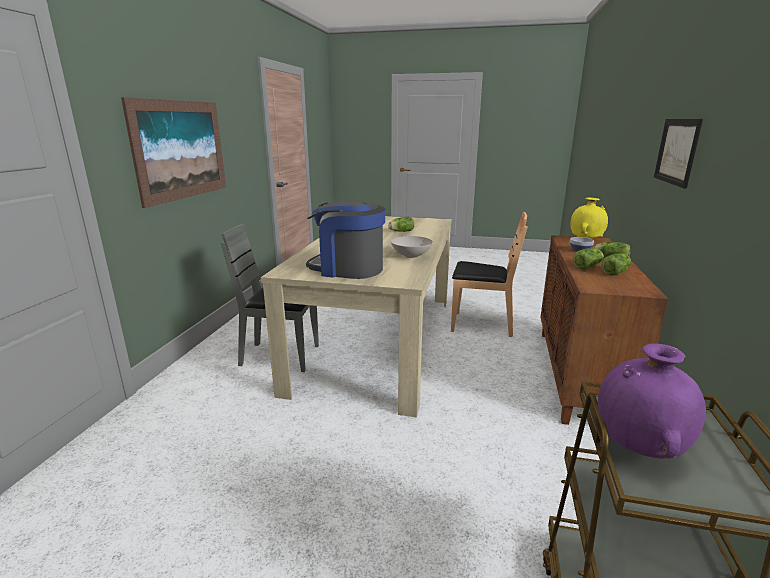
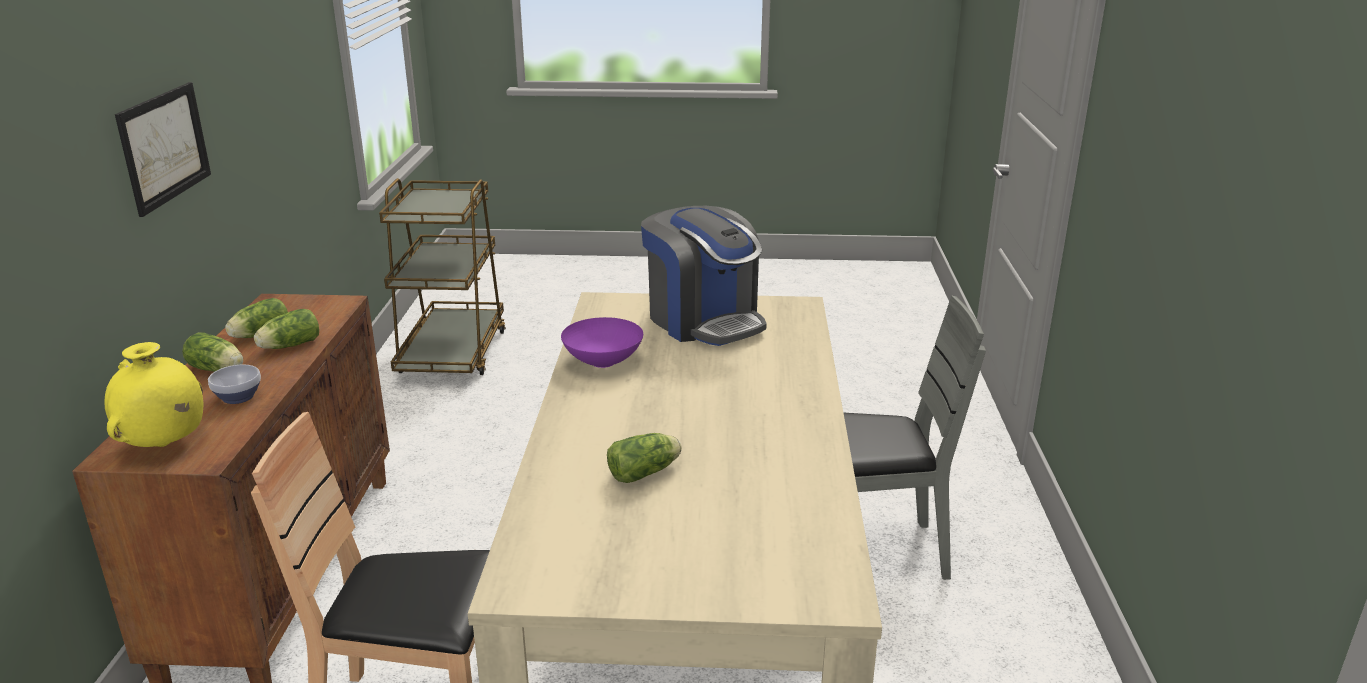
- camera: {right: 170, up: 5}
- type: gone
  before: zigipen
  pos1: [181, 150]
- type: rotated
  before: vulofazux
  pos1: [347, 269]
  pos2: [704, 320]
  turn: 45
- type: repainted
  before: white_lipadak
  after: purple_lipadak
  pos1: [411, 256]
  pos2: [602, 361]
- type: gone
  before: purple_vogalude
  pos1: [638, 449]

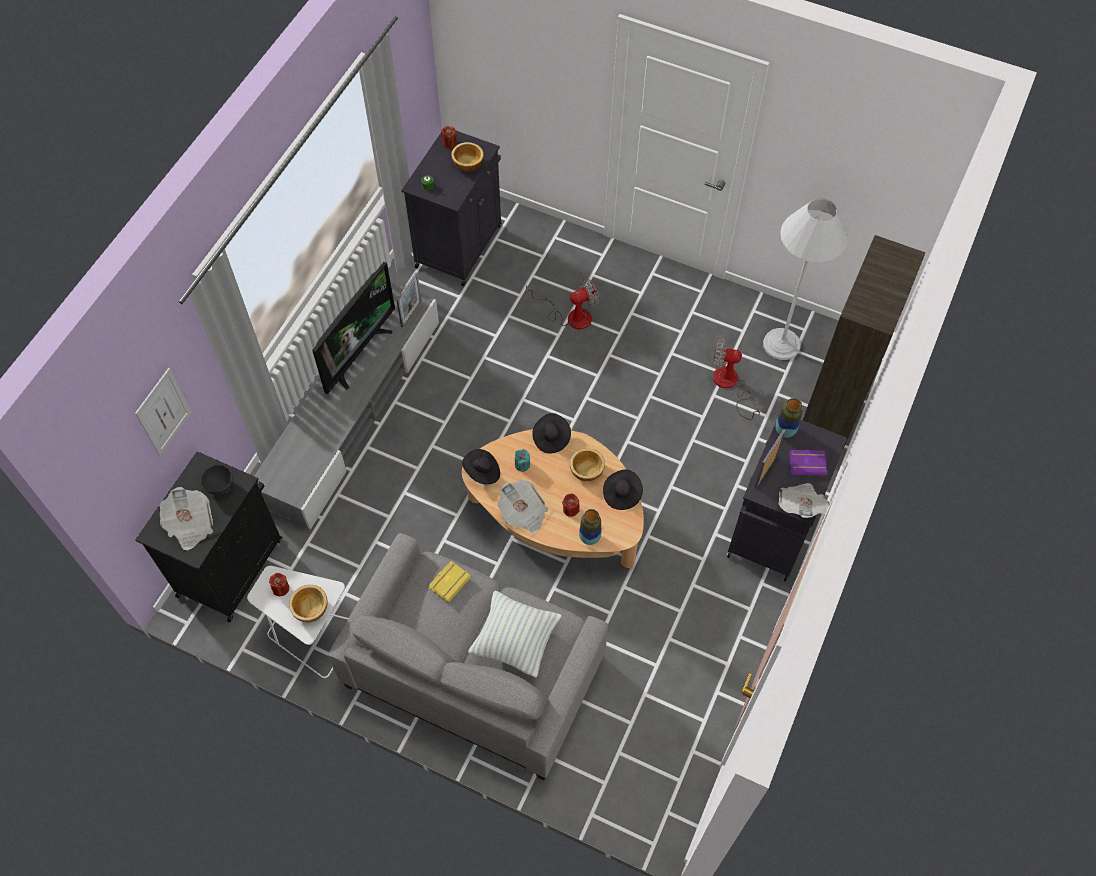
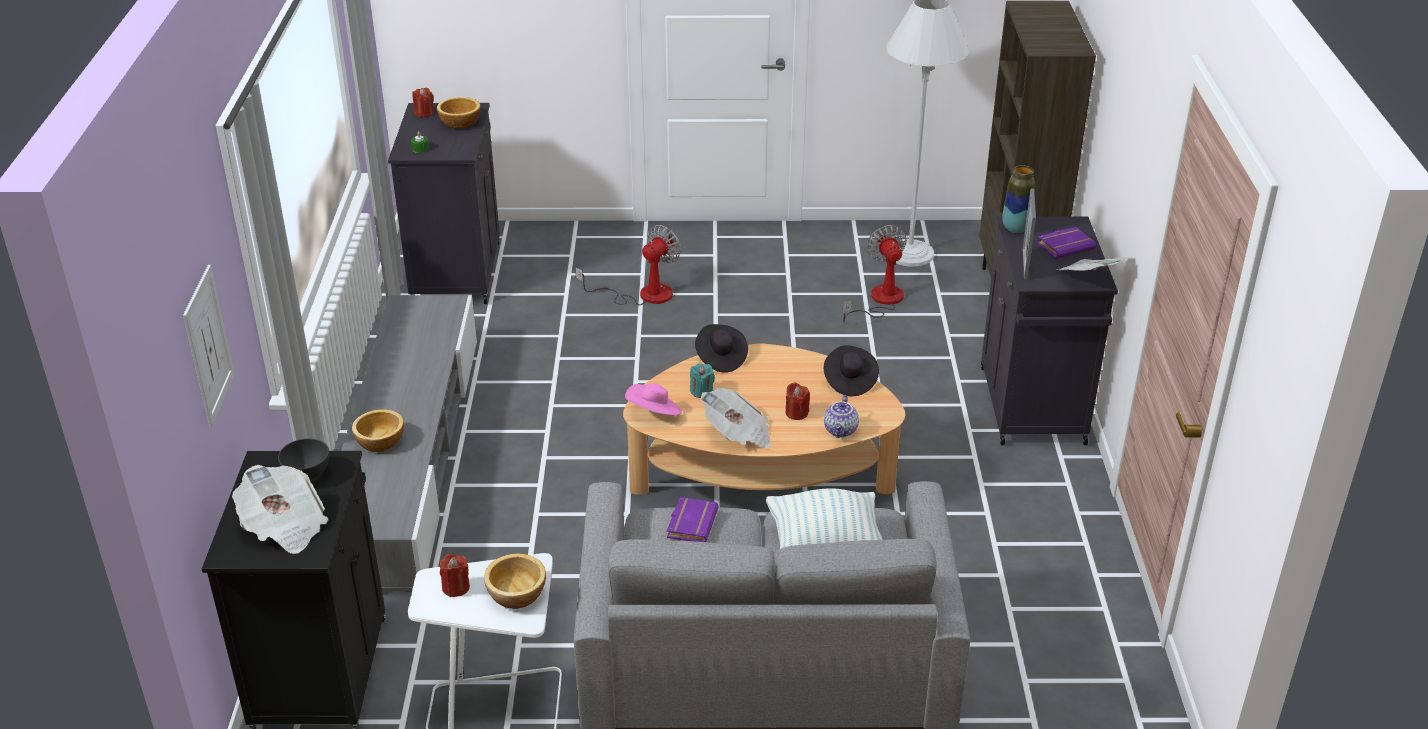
- camera: {right: -25, up: -25}
- type: gone
  before: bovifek
  pos1: [357, 354]
- type: gone
  before: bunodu
  pos1: [411, 313]
- type: repainted
  before: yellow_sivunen
  after: purple_sivunen
  pos1: [449, 581]
  pos2: [691, 523]
- type: repainted
  before: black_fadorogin
  after: pink_fadorogin
  pos1: [482, 472]
  pos2: [654, 413]
- type: shifted
  before: lipadak
  pos1: [586, 471]
  pos2: [380, 442]
- type: swapped
  before: vogalude
  after: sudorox
  pos1: [589, 537]
  pos2: [841, 431]
- type: rotated
  before: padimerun
  pos1: [730, 385]
  pos2: [879, 301]
  turn: 90

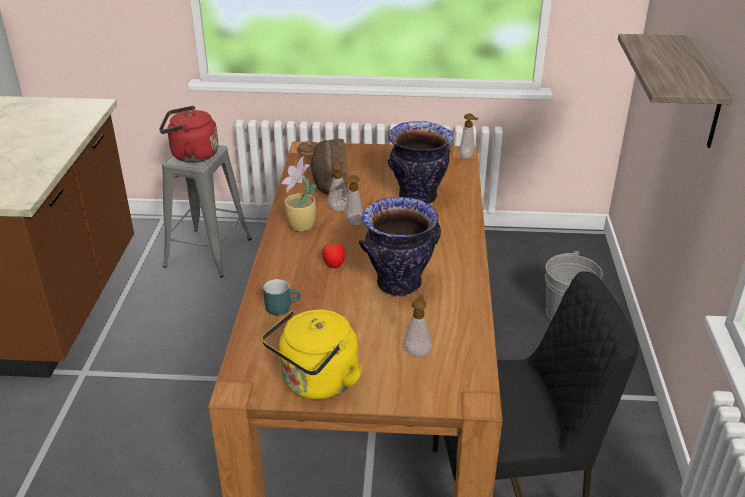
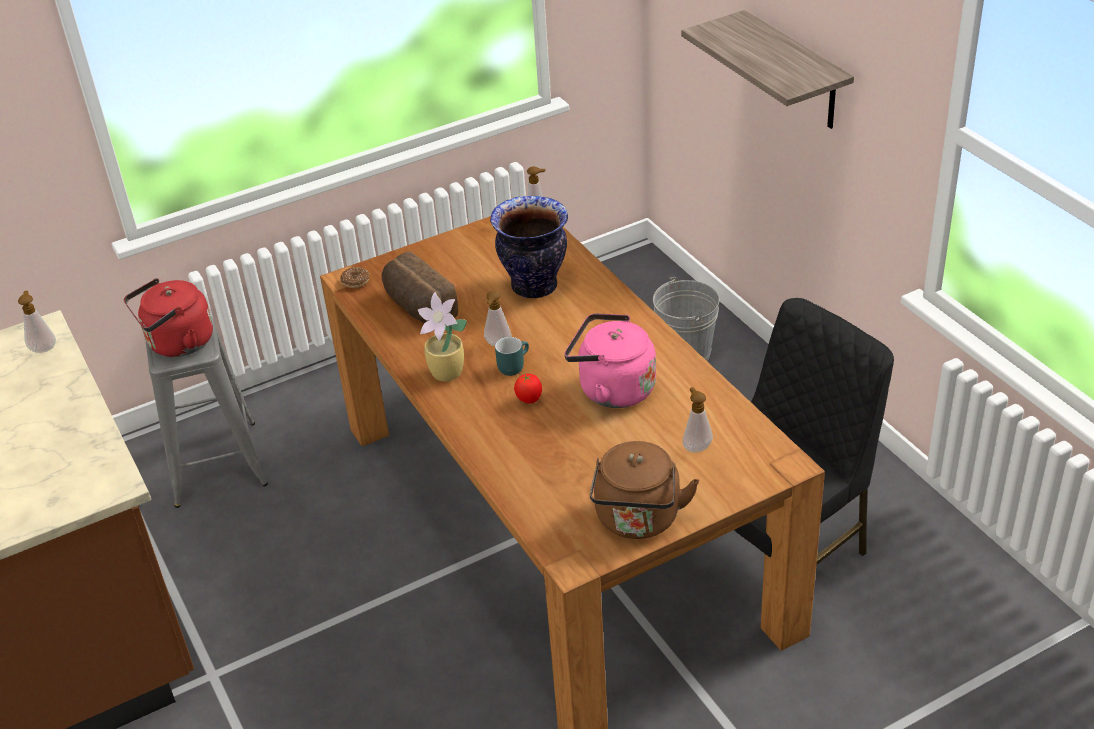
- camera: {right: -30, up: 5}
- type: repainted
  before: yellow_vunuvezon
  after: brown_vunuvezon
  pos1: [316, 383]
  pos2: [638, 520]
- type: shifted
  before: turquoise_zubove
  pos1: [282, 307]
  pos2: [512, 365]
- type: shifted
  before: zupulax
  pos1: [339, 208]
  pos2: [43, 348]
- type: swapped
  before: vogalude
  after: pink_vunuvezon
  pos1: [398, 283]
  pos2: [612, 389]

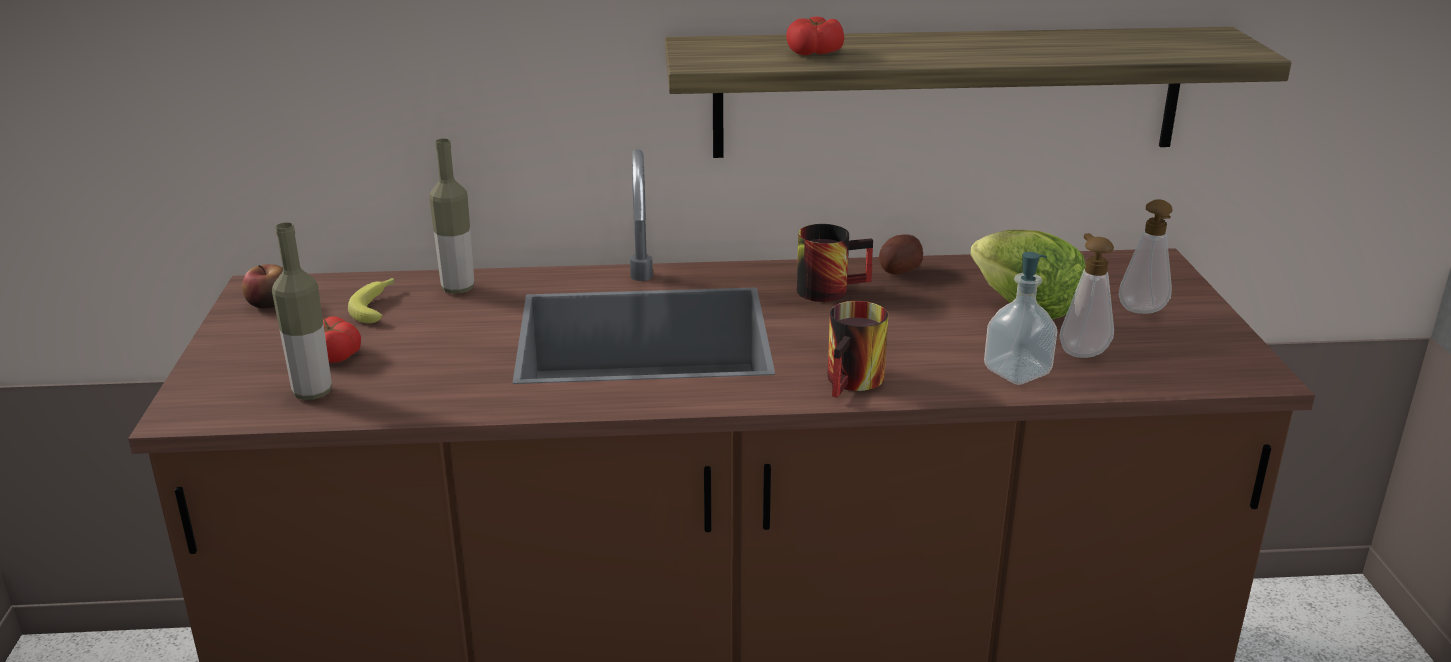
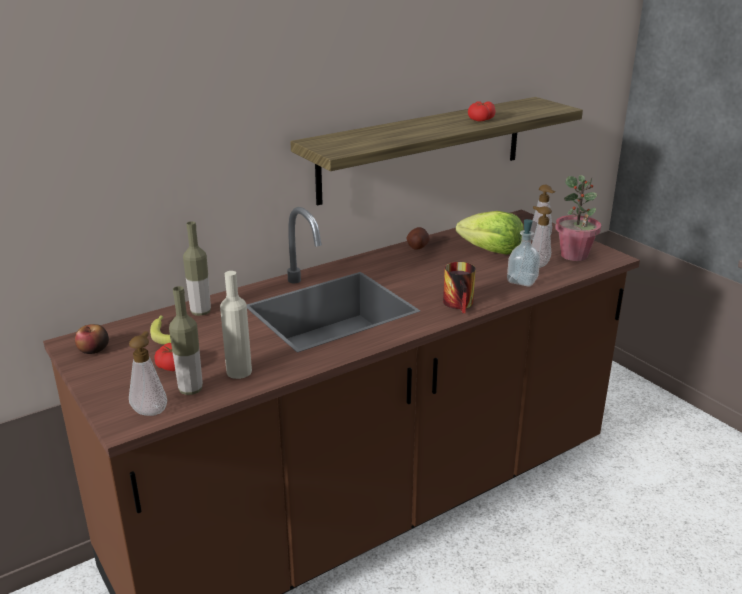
- camera: {right: -30, up: 0}
- type: shifted
  before: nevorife
  pos1: [815, 52]
  pos2: [481, 119]
- type: gone
  before: zubove
  pos1: [829, 288]
- type: new
  after: zupulax
  pos2: [151, 410]
- type: new
  after: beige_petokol
  pos2: [239, 371]
- type: new
  after: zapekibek
  pos2: [574, 255]

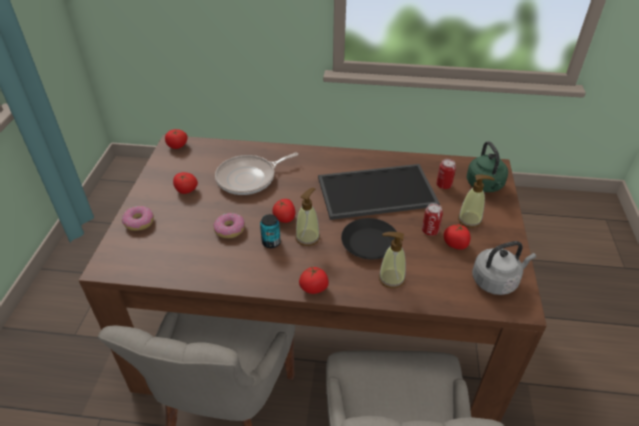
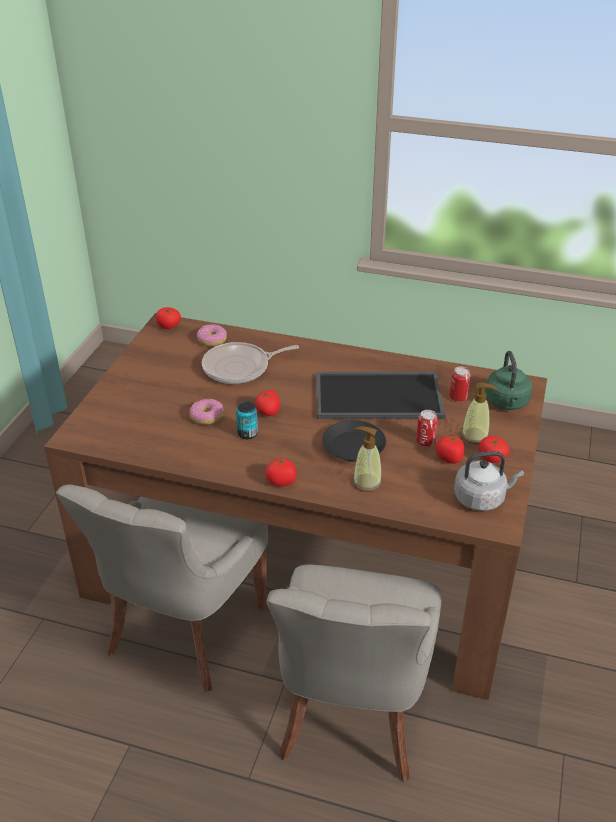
- camera: {right: 10, up: -5}
- type: shifted
  before: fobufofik
  pos1: [139, 222]
  pos2: [212, 340]
- type: shifted
  before: nevorife
  pos1: [186, 190]
  pos2: [491, 459]
- type: gone
  before: zupulax
  pos1: [307, 237]

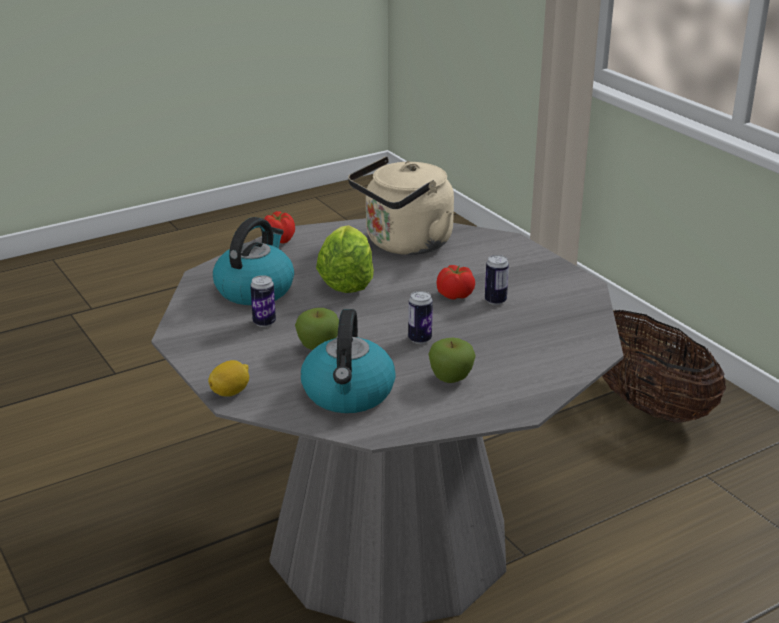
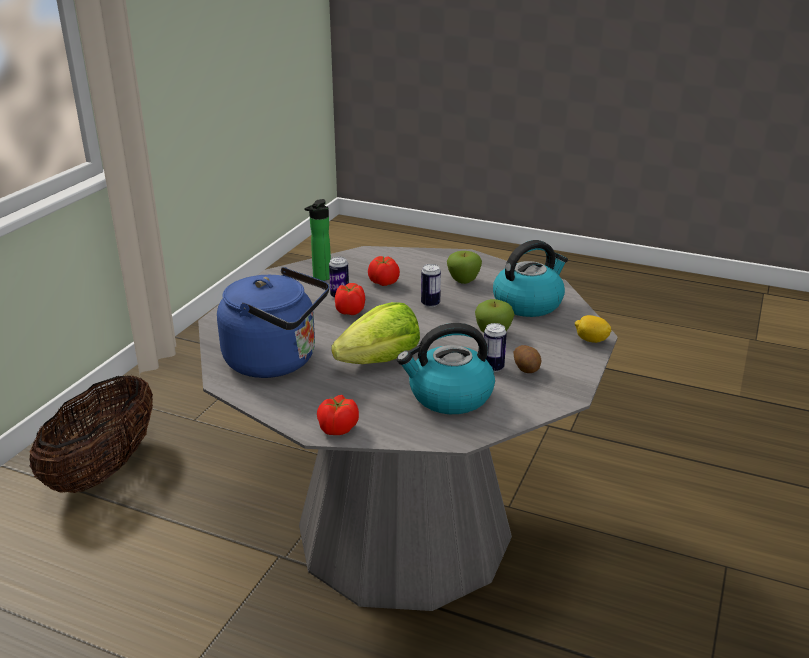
- camera: {right: -125, up: 0}
- type: repainted
  before: beige_vunuvezon
  after: blue_vunuvezon
  pos1: [404, 244]
  pos2: [277, 361]
- type: new
  after: petokol
  pos2: [320, 278]
- type: new
  after: nevorife
  pos2: [383, 283]
- type: new
  after: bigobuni
  pos2: [527, 368]

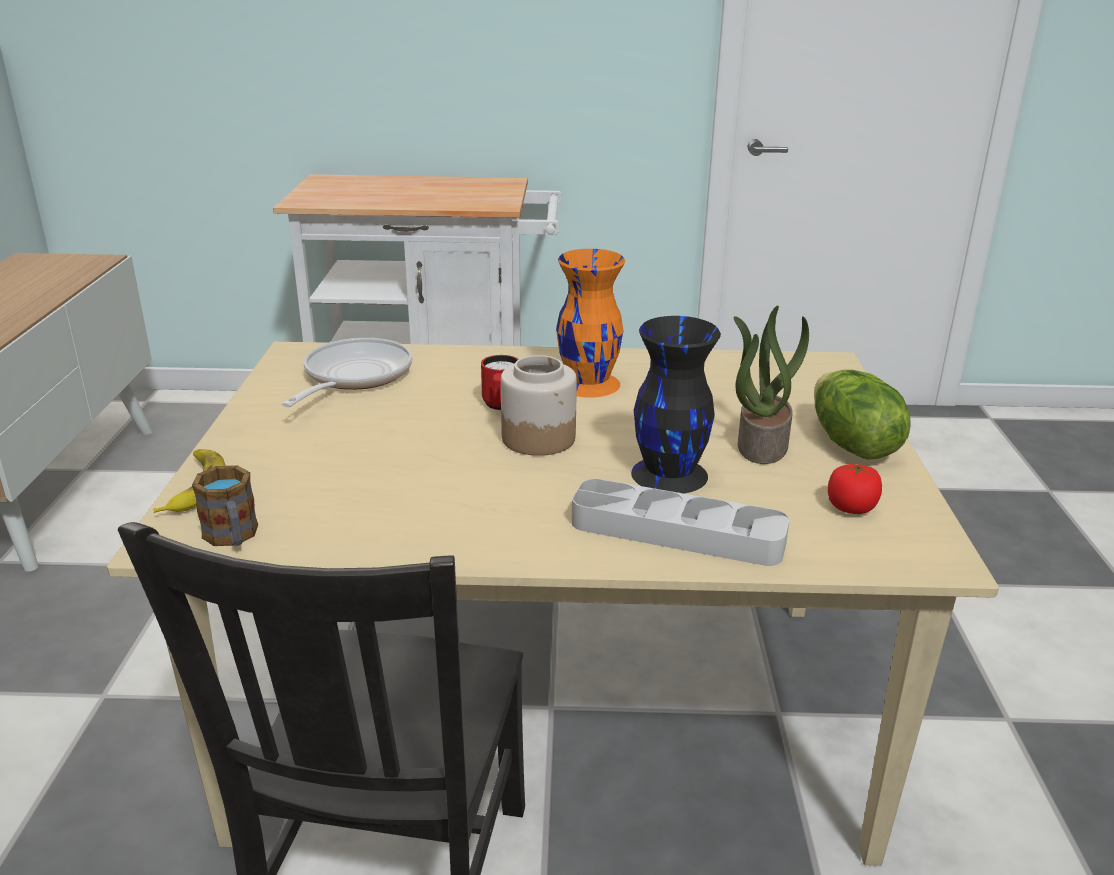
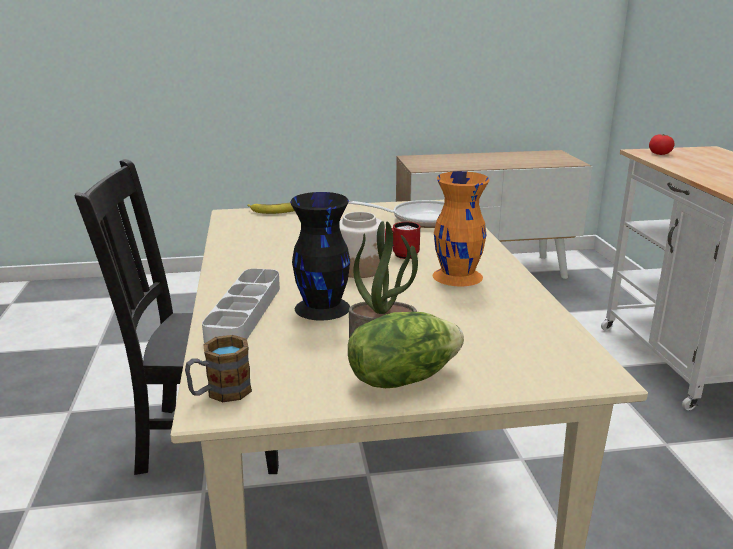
- camera: {right: 80, up: -5}
- type: shifted
  before: zubove
  pos1: [232, 537]
  pos2: [220, 393]
- type: shifted
  before: nevorife
  pos1: [851, 507]
  pos2: [660, 154]

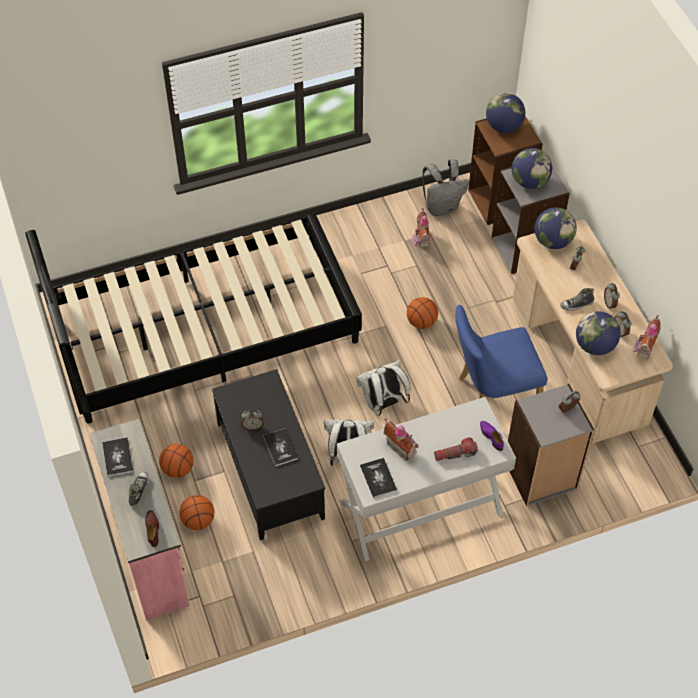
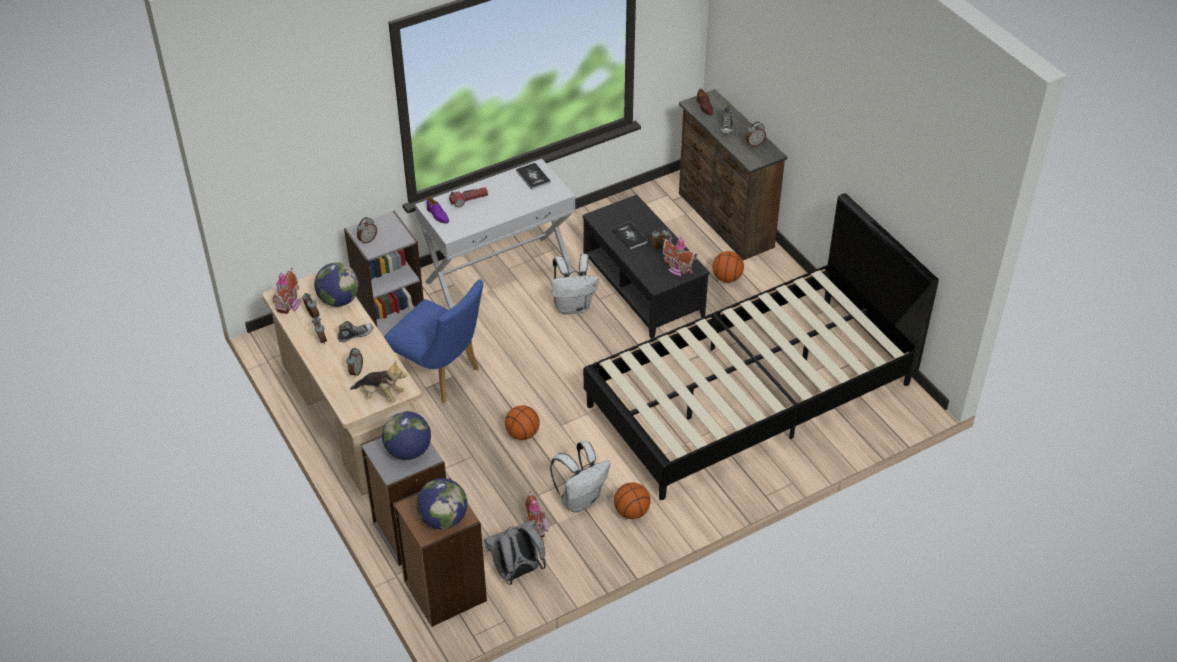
- camera: {right: 170, up: -10}
- type: repainted
  before: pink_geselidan
  after: brown_geselidan
  pos1: [151, 552]
  pos2: [724, 221]
- type: swapped
  before: sivunen
  after: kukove
  pos1: [117, 457]
  pos2: [754, 144]
- type: shifted
  before: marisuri
  pos1: [198, 520]
  pos2: [631, 512]
- type: shifted
  before: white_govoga
  pos1: [383, 403]
  pos2: [580, 499]
- type: shifted
  before: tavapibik
  pos1: [402, 447]
  pos2: [677, 269]
- type: rotated
  before: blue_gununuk
  pos1: [492, 393]
  pos2: [441, 375]
  turn: 60
- type: swapped
  before: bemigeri
  after: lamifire
  pos1: [552, 241]
  pos2: [380, 395]

